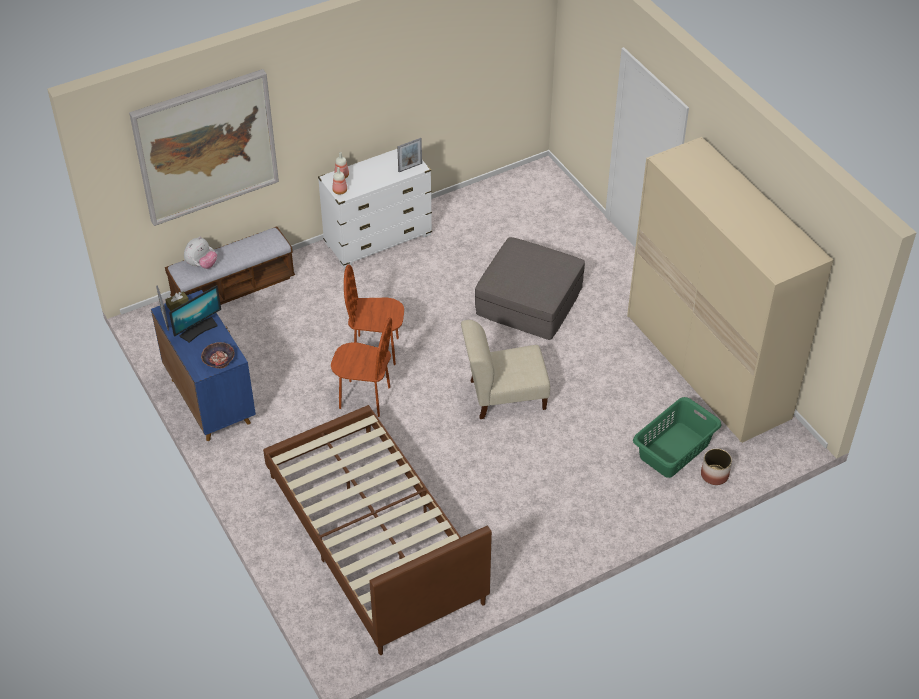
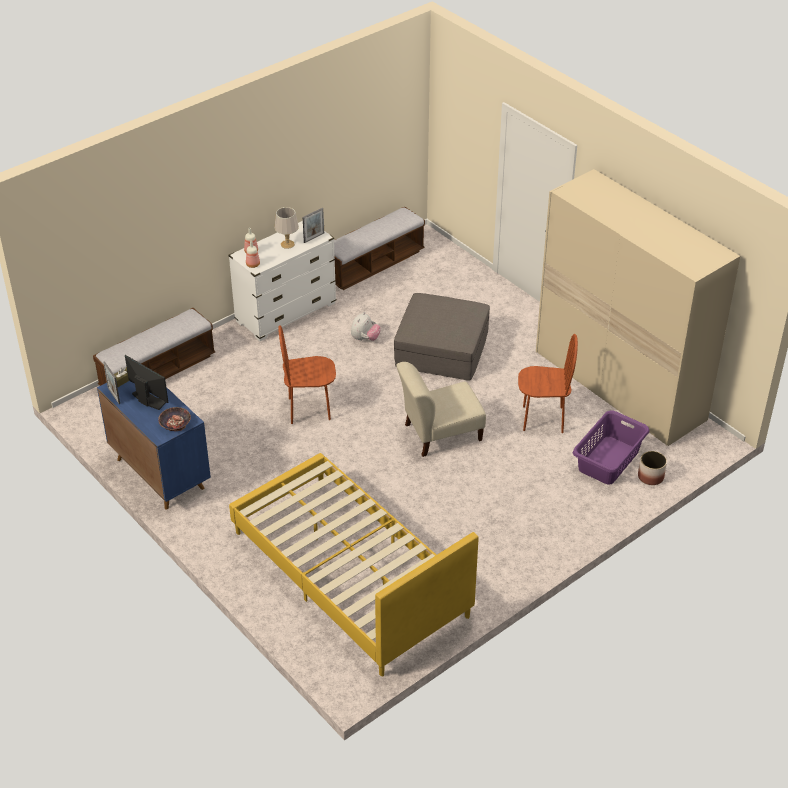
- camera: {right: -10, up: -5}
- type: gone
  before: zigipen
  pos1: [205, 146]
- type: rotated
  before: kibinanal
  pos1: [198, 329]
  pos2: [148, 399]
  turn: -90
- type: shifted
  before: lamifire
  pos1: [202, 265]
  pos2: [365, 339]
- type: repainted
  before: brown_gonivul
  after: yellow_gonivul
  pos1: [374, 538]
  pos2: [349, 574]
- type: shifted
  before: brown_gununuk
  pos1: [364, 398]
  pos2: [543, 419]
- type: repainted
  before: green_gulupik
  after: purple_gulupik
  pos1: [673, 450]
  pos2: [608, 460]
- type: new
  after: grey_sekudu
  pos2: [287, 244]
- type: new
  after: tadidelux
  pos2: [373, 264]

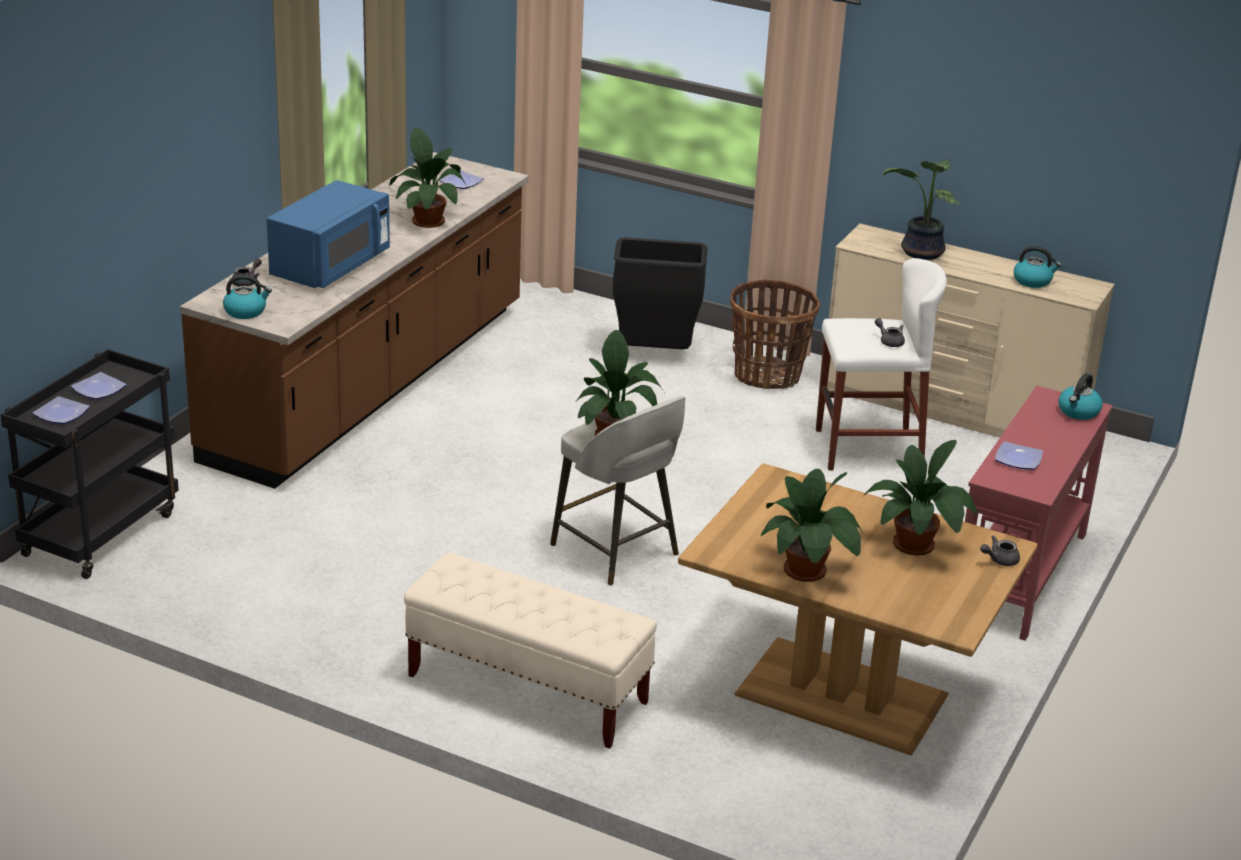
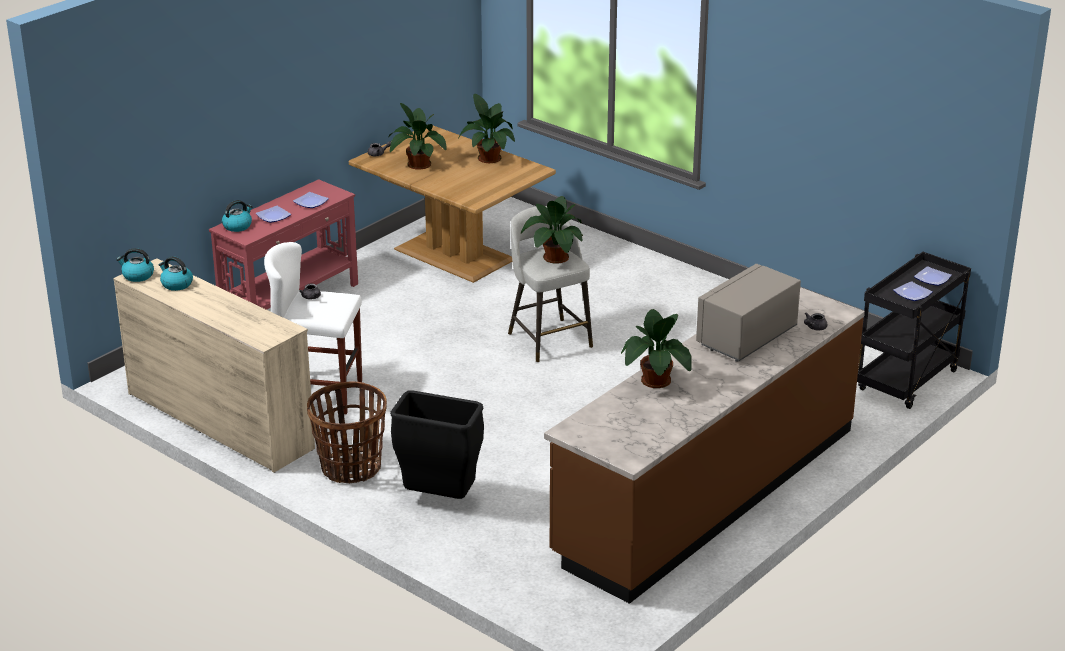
- camera: {right: -165, up: 0}
- type: shifted
  before: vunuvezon
  pos1: [246, 311]
  pos2: [137, 276]
- type: repainted
  before: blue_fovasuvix
  after: grey_fovasuvix
  pos1: [330, 266]
  pos2: [746, 337]
- type: gone
  before: beige_tadidelux
  pos1: [527, 690]
- type: shifted
  before: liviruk
  pos1: [461, 183]
  pos2: [273, 216]
- type: gone
  before: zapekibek
  pos1: [920, 253]

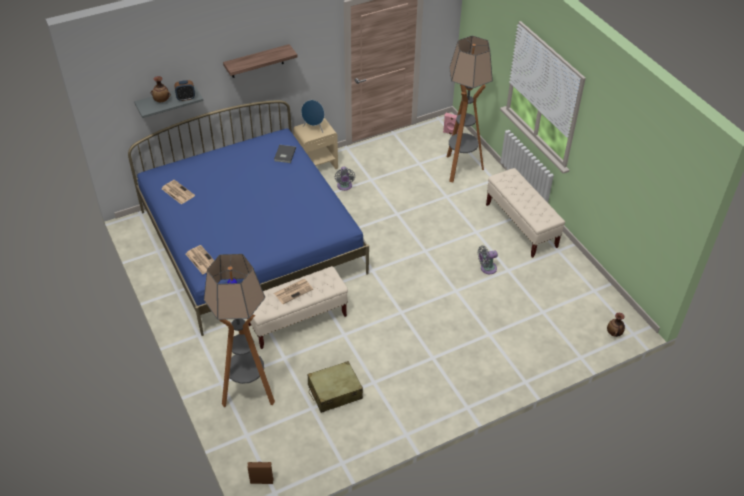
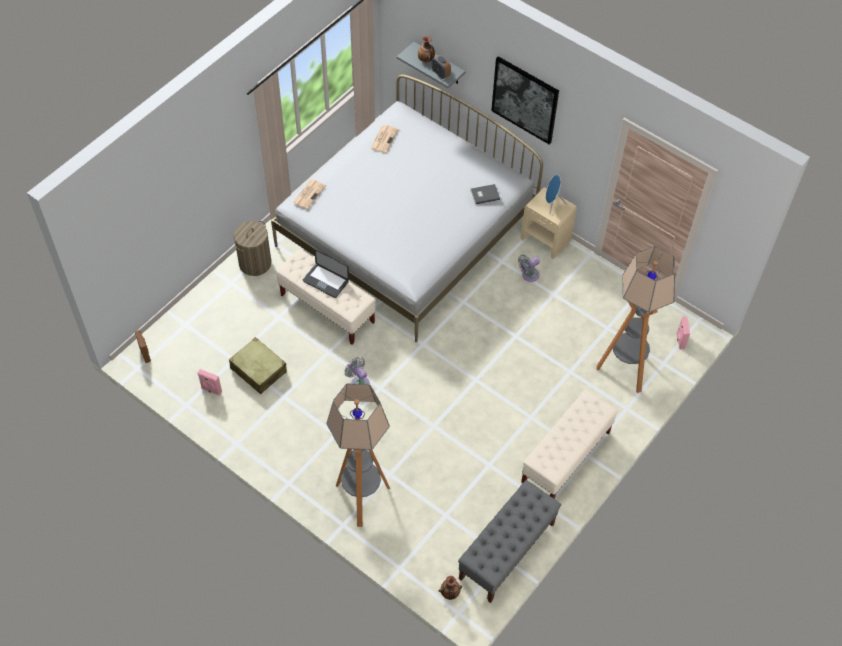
- camera: {right: 65, up: 10}
- type: repainted
  before: blue_gonivul
  after: white_gonivul
  pos1: [251, 242]
  pos2: [406, 232]
- type: shifted
  before: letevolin
  pos1: [249, 392]
  pos2: [361, 499]
- type: swapped
  before: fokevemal
  after: zigipen
  pos1: [257, 61]
  pos2: [525, 100]
- type: swapped
  before: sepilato
  after: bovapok
  pos1: [293, 291]
  pos2: [325, 281]
- type: shifted
  before: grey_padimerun
  pos1: [486, 268]
  pos2: [359, 382]
- type: new
  after: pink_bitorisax
  pos2: [211, 390]
- type: new
  after: gulupik
  pos2: [255, 263]
- type: new
  after: grey_tadidelux
  pos2: [506, 551]

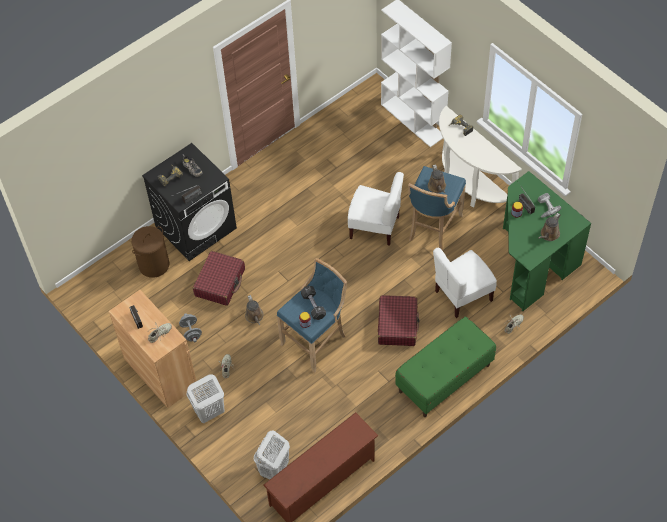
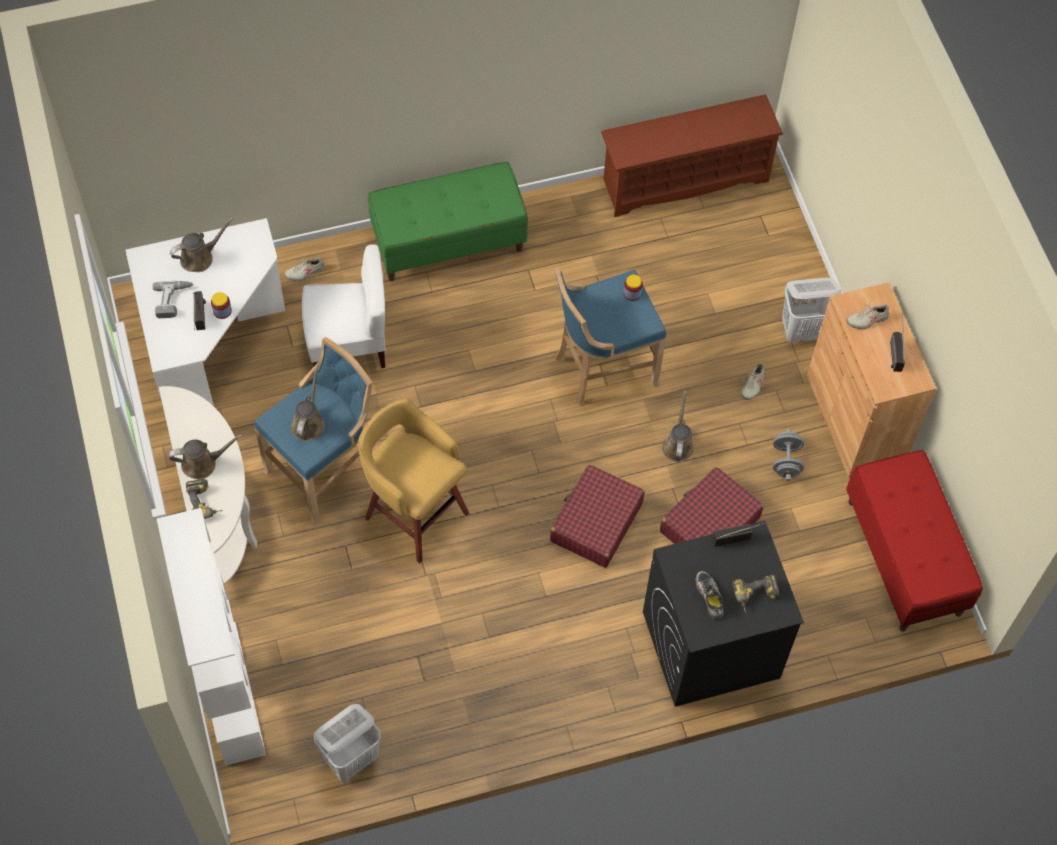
- camera: {right: -160, up: 5}
- type: gone
  before: brown_gulupik
  pos1: [154, 264]
- type: shifted
  before: white_gulupik
  pos1: [274, 470]
  pos2: [352, 759]
- type: gone
  before: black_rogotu
  pos1: [313, 306]
- type: swapped
  before: white_gununuk
  after: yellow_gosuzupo
  pos1: [375, 227]
  pos2: [414, 513]
- type: shifted
  before: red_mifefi
  pos1: [397, 325]
  pos2: [596, 522]
- type: repainted
  before: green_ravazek
  after: white_ravazek
  pos1: [531, 261]
  pos2: [213, 352]
- type: new
  after: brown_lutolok
  pos2: [202, 463]
- type: new
  after: red_tadidelux
  pos2: [904, 557]

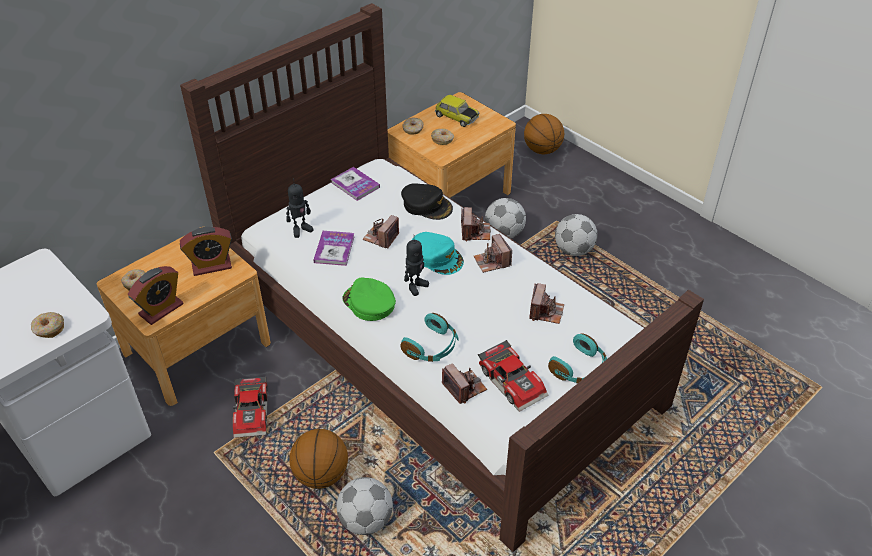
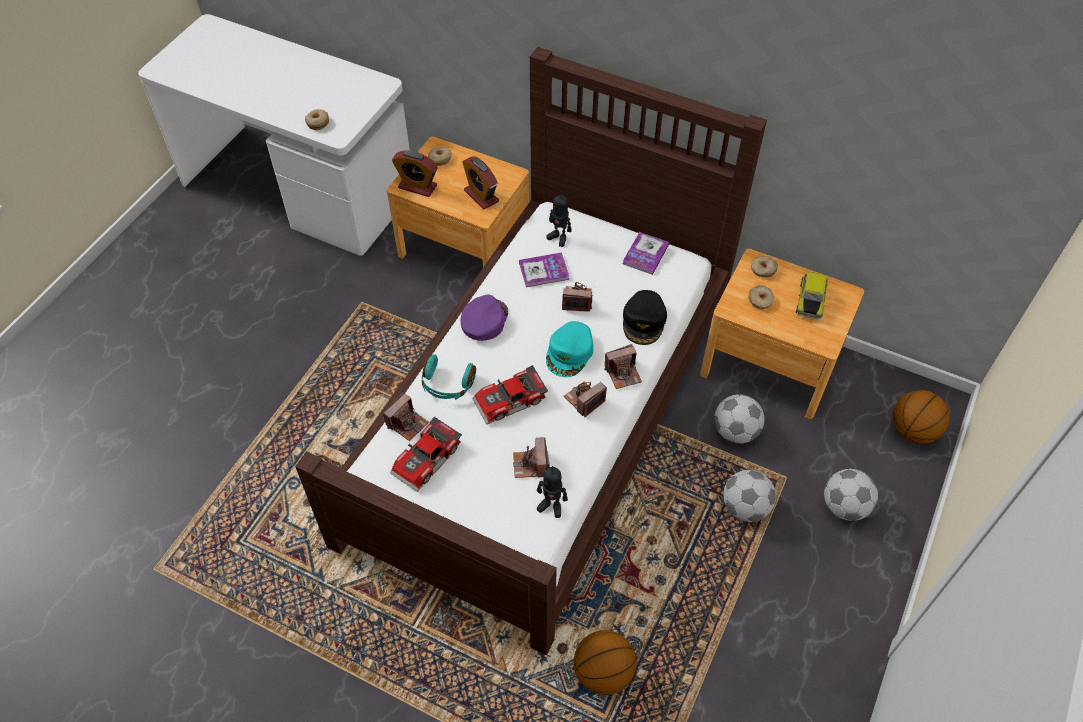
- camera: {right: 70, up: 10}
- type: shifted
  before: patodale
  pos1: [253, 412]
  pos2: [511, 402]
- type: shifted
  before: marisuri
  pos1: [321, 475]
  pos2: [603, 672]
- type: shifted
  before: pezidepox
  pos1: [366, 520]
  pos2: [845, 507]
- type: repainted
  before: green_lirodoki
  after: purple_lirodoki
  pos1: [369, 303]
  pos2: [484, 320]
- type: shifted
  before: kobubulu
  pos1: [415, 286]
  pos2: [551, 506]
- type: rotated
  before: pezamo
  pos1: [545, 312]
  pos2: [531, 465]
  turn: 90
- type: gone
  before: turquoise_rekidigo
  pos1: [579, 368]

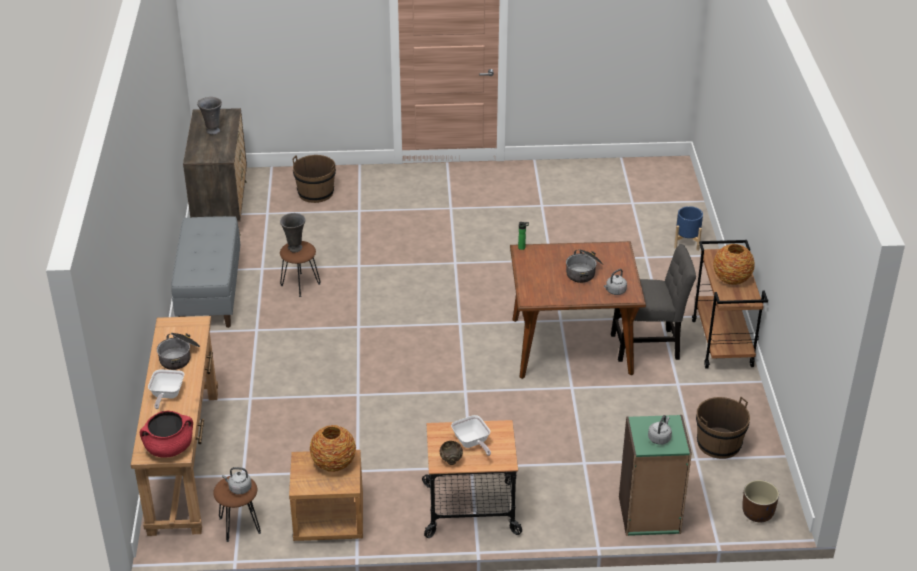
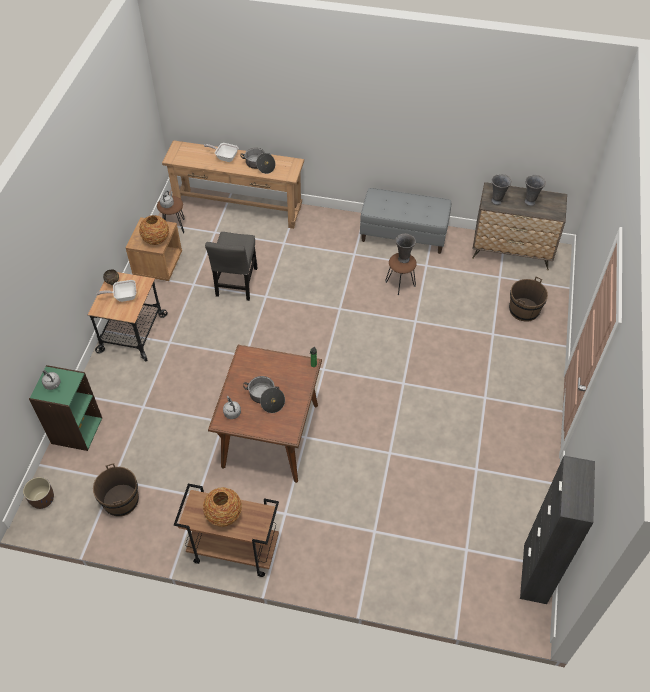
- camera: {right: 105, up: 15}
- type: gone
  before: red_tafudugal
  pos1: [169, 448]
- type: shifted
  before: grey_gununuk
  pos1: [649, 346]
  pos2: [236, 284]
- type: gone
  before: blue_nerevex
  pos1: [687, 242]
- type: new
  after: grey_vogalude
  pos2: [497, 201]
- type: new
  after: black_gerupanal
  pos2: [535, 573]

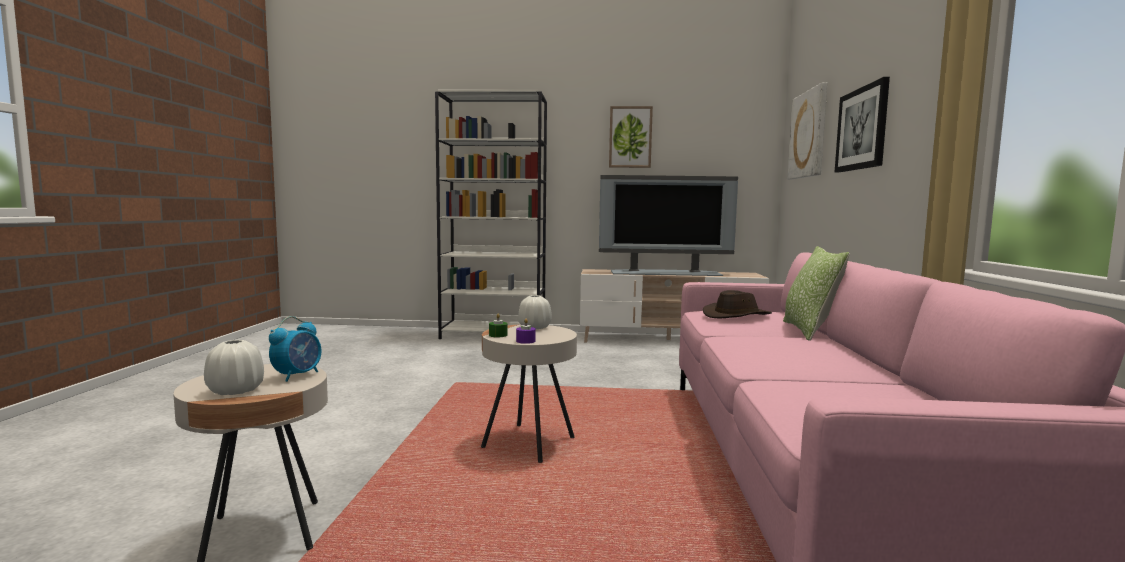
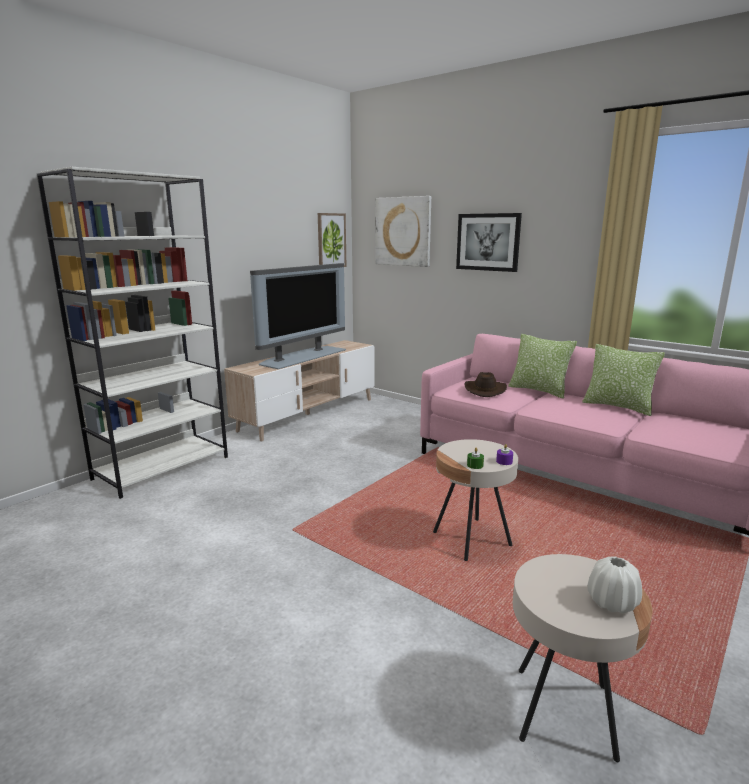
- camera: {right: -55, up: 10}
- type: gone
  before: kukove
  pos1: [298, 375]
- type: gone
  before: white_vogalude
  pos1: [534, 327]
- type: shifted
  before: zigipen
  pos1: [630, 137]
  pos2: [331, 240]
- type: new
  after: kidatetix
  pos2: [618, 406]

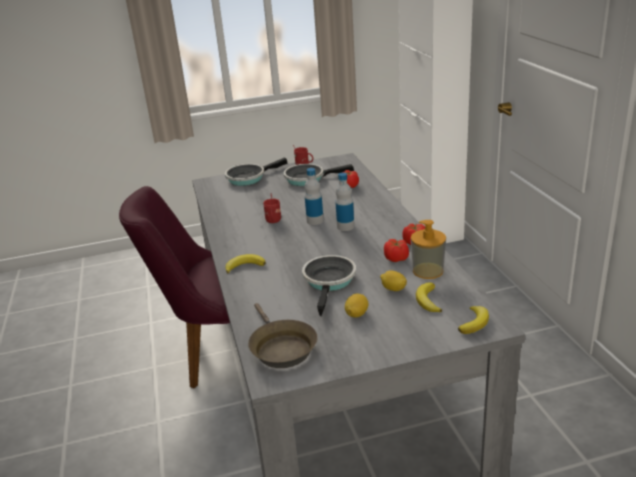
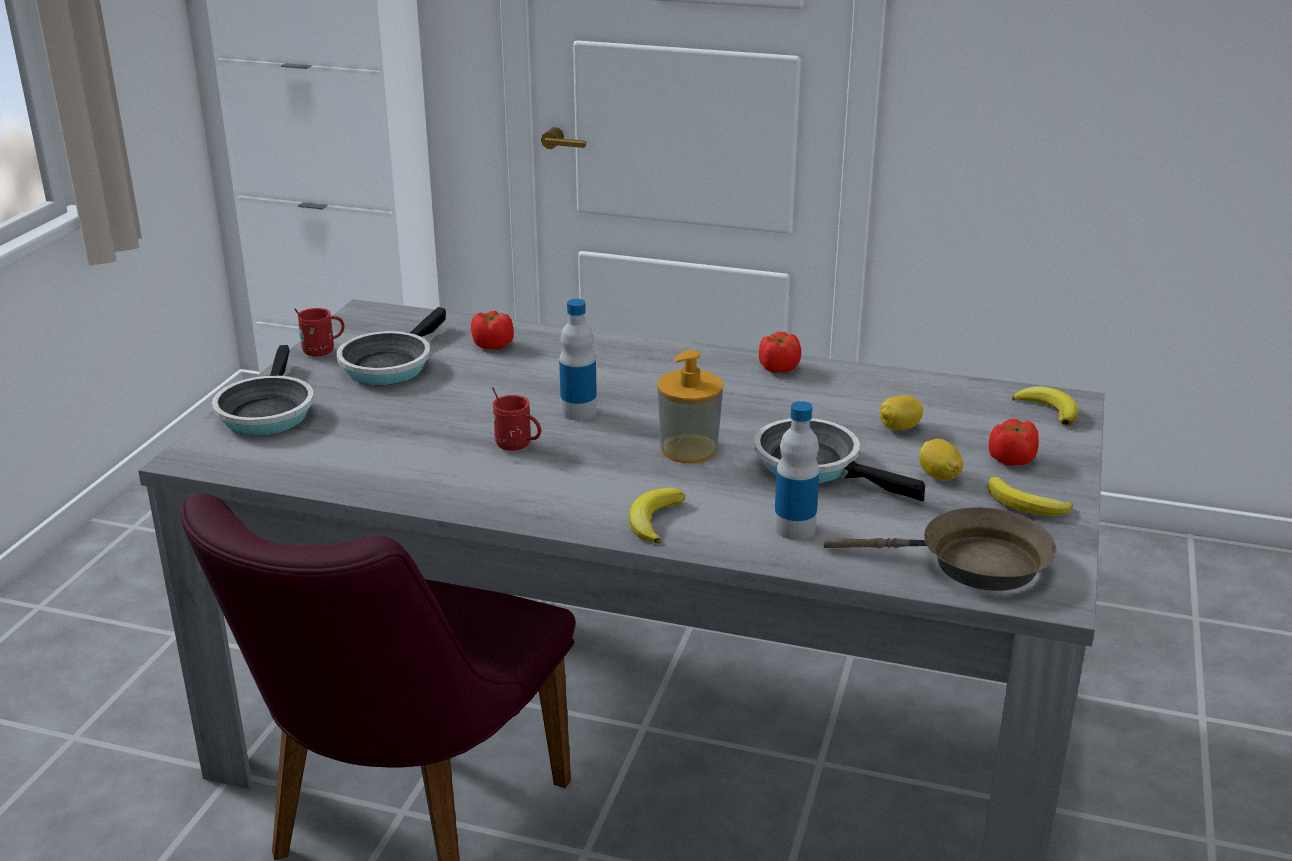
- camera: {right: -60, up: 0}
- type: shifted
  before: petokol
  pos1: [345, 227]
  pos2: [794, 528]
- type: shifted
  before: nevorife
  pos1: [396, 259]
  pos2: [1012, 459]
- type: shifted
  before: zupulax
  pos1: [428, 271]
  pos2: [689, 449]
- type: shifted
  before: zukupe
  pos1: [427, 300]
  pos2: [1026, 505]

